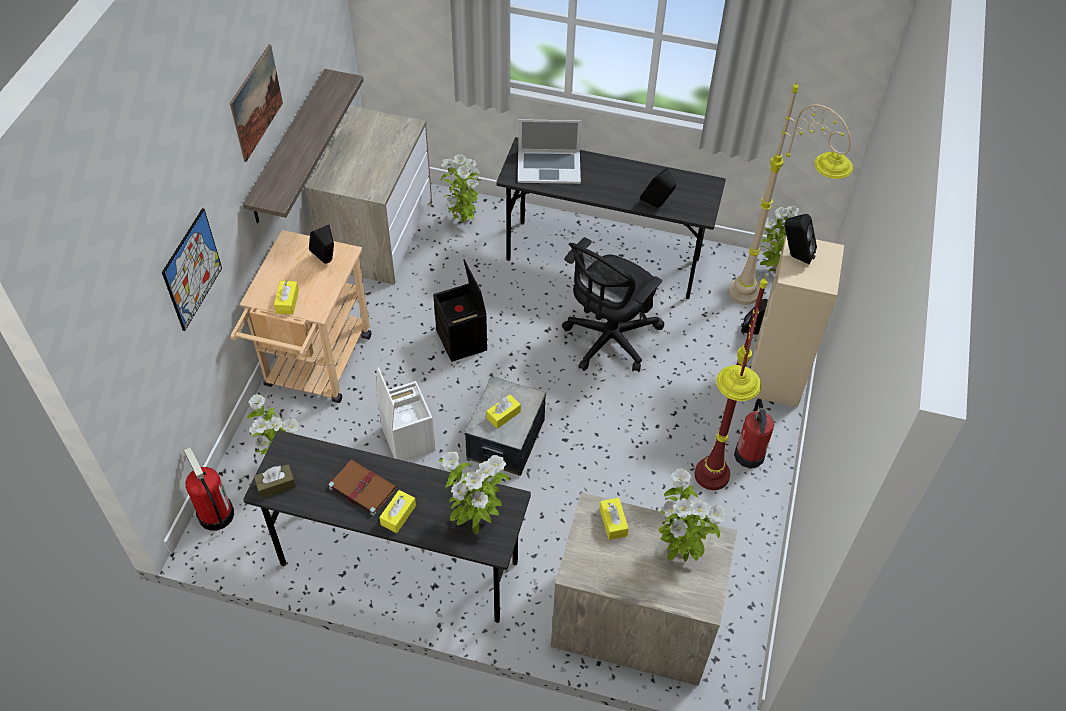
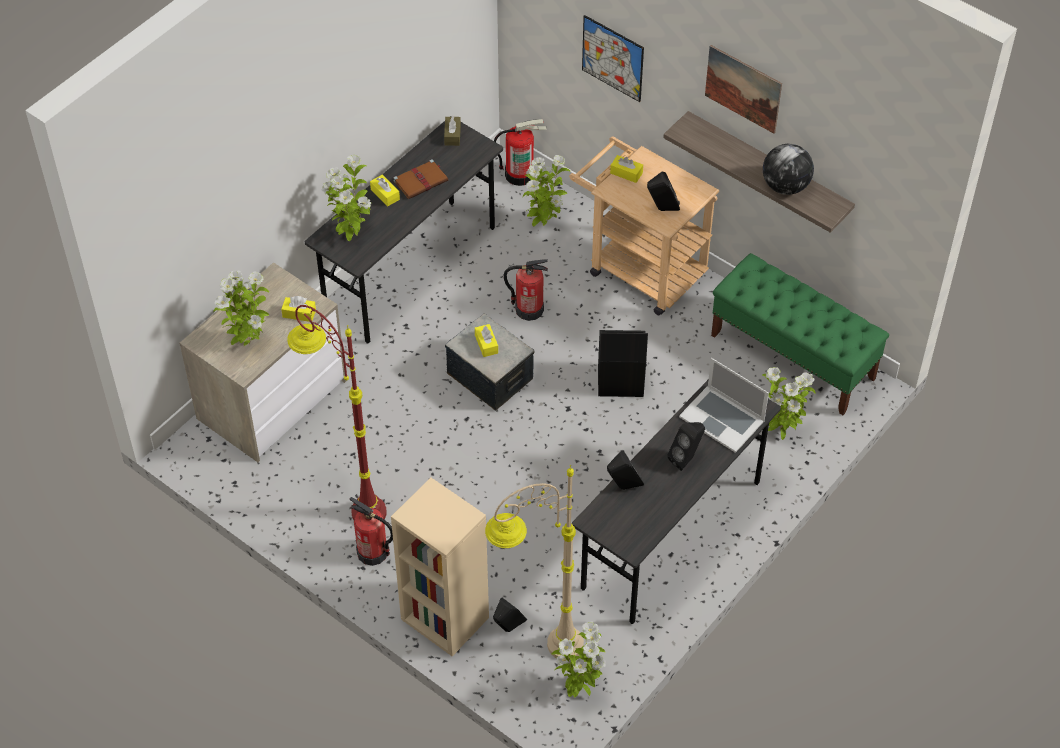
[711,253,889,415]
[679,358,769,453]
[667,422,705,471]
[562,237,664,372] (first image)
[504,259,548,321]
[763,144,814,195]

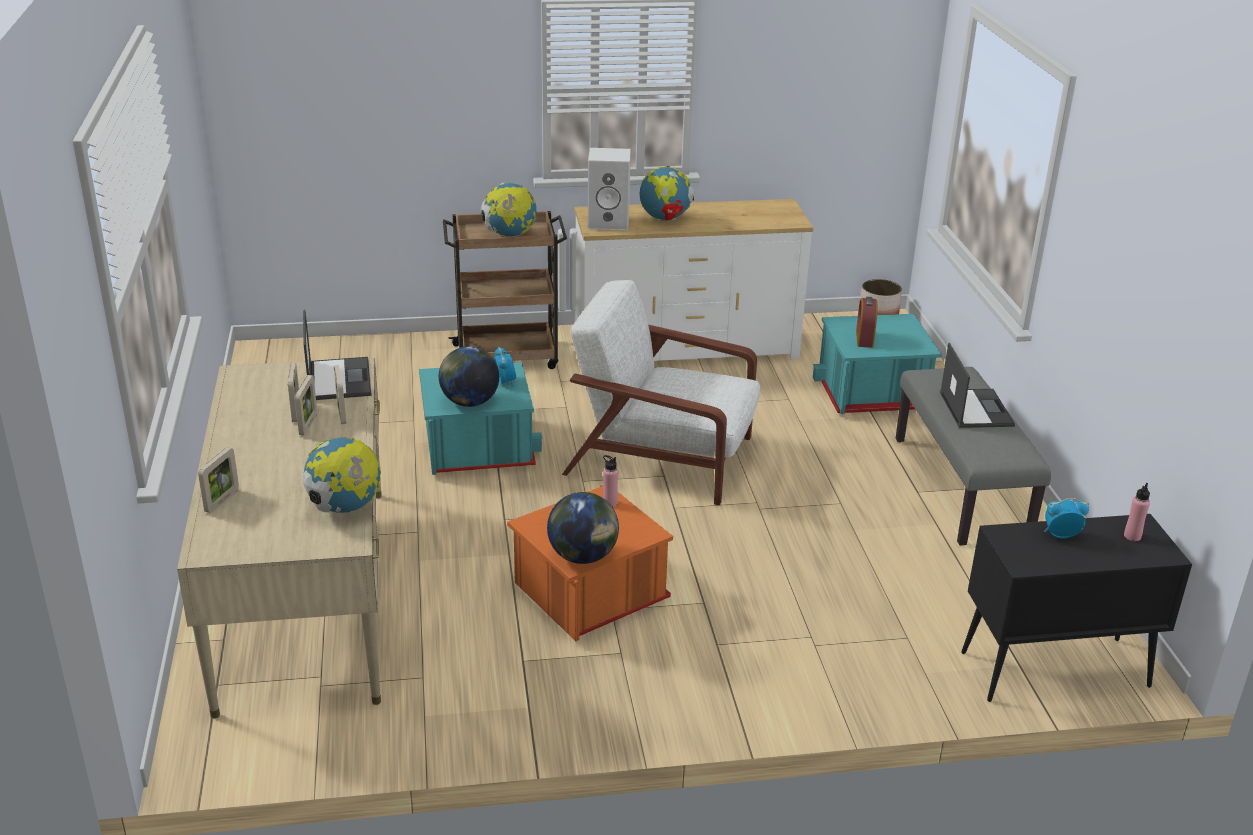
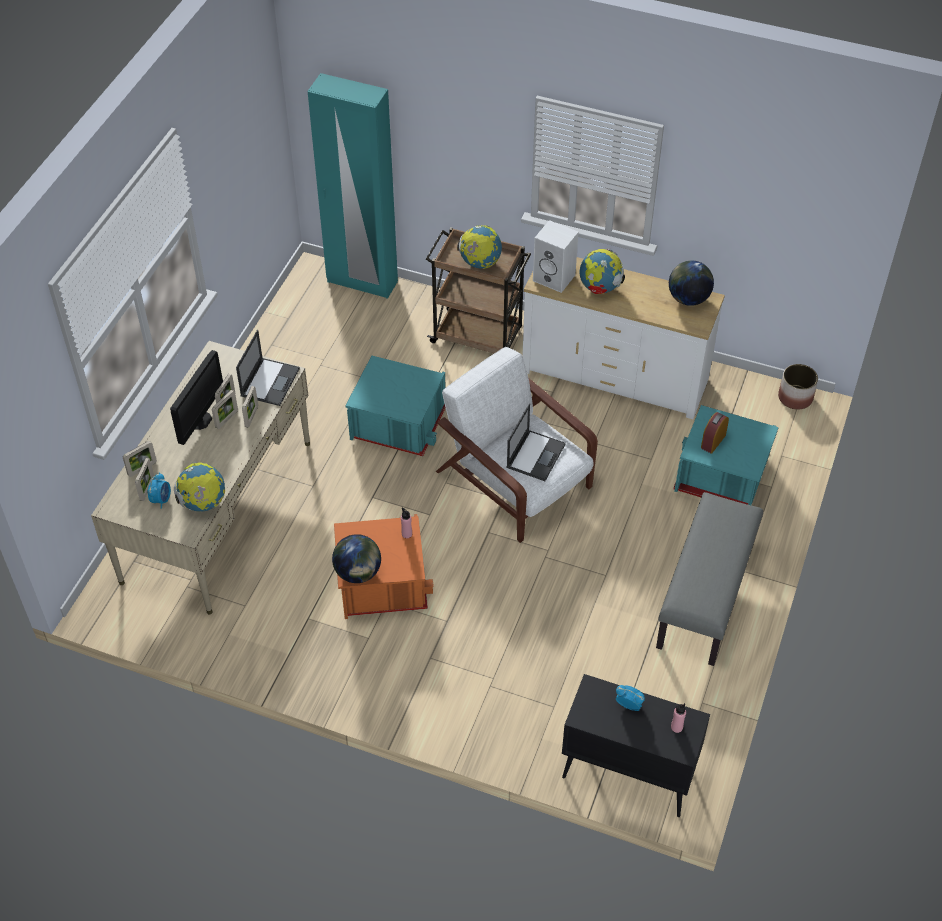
[506,403,566,481]
[669,260,714,306]
[147,473,171,509]
[308,73,398,299]
[170,350,223,445]
[135,458,154,501]

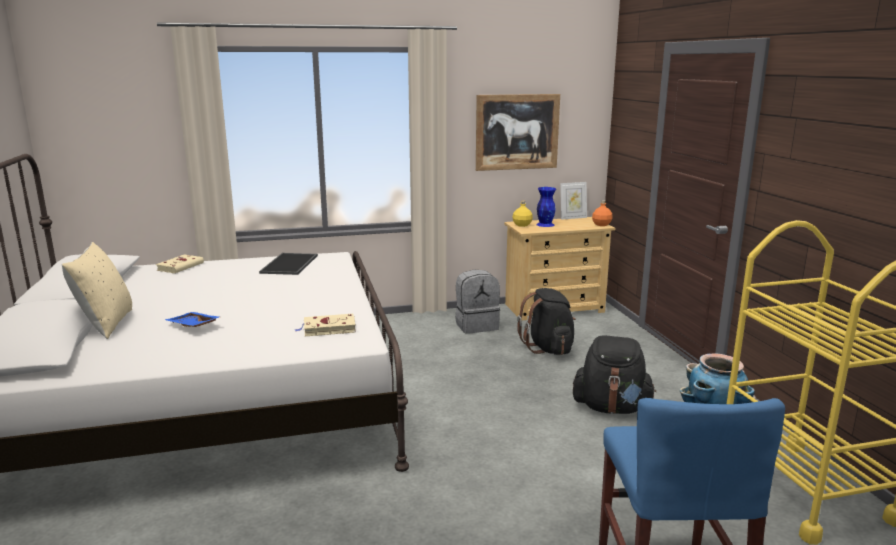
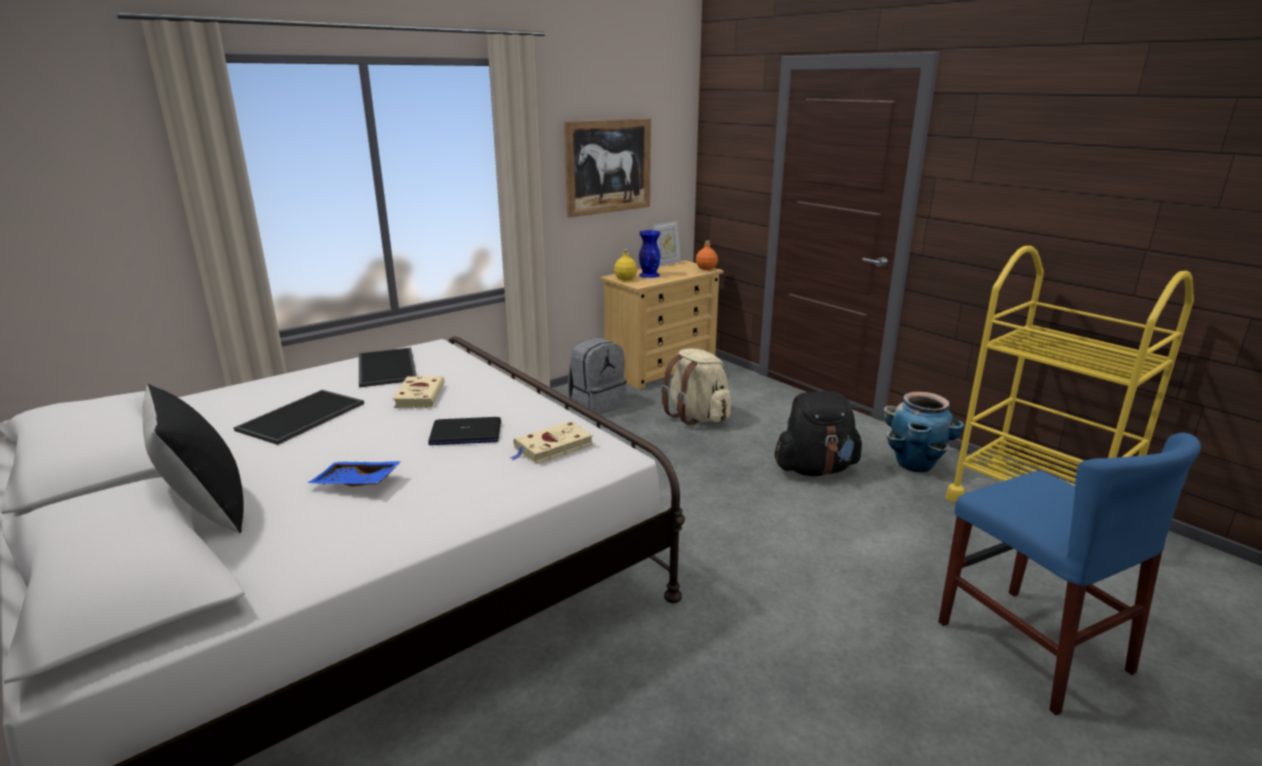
[143,384,244,534]
[393,376,445,408]
[661,348,731,425]
[234,390,364,445]
[428,417,501,445]

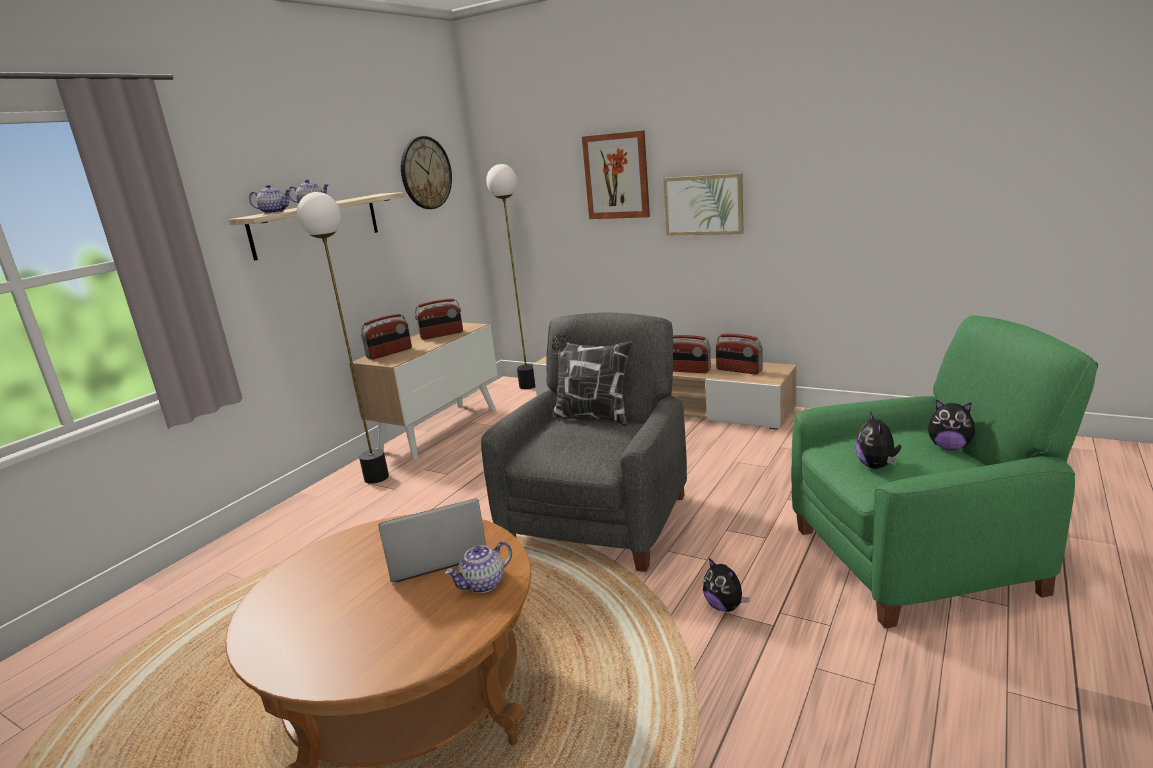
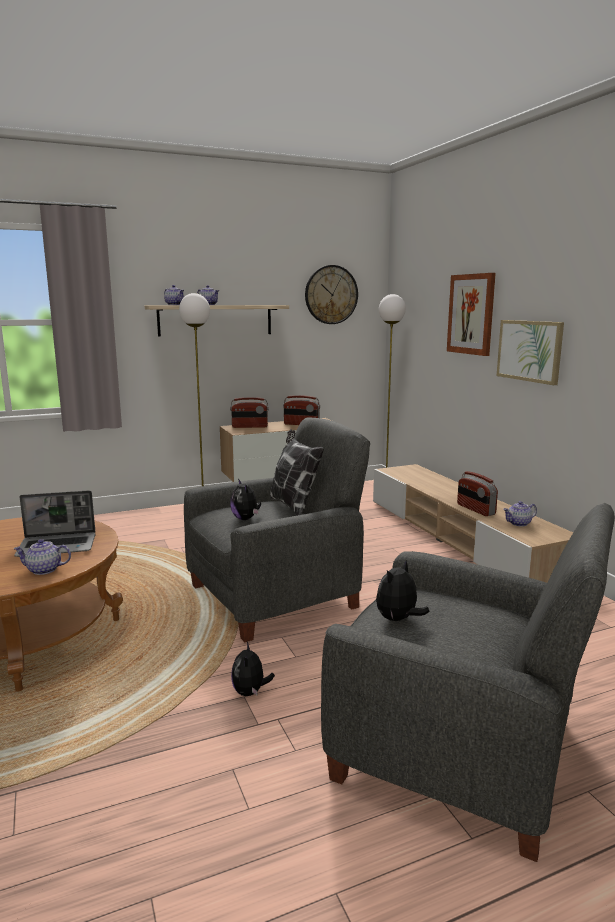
[321,503,615,862]
[503,501,537,527]
[230,479,261,520]
[14,490,96,557]

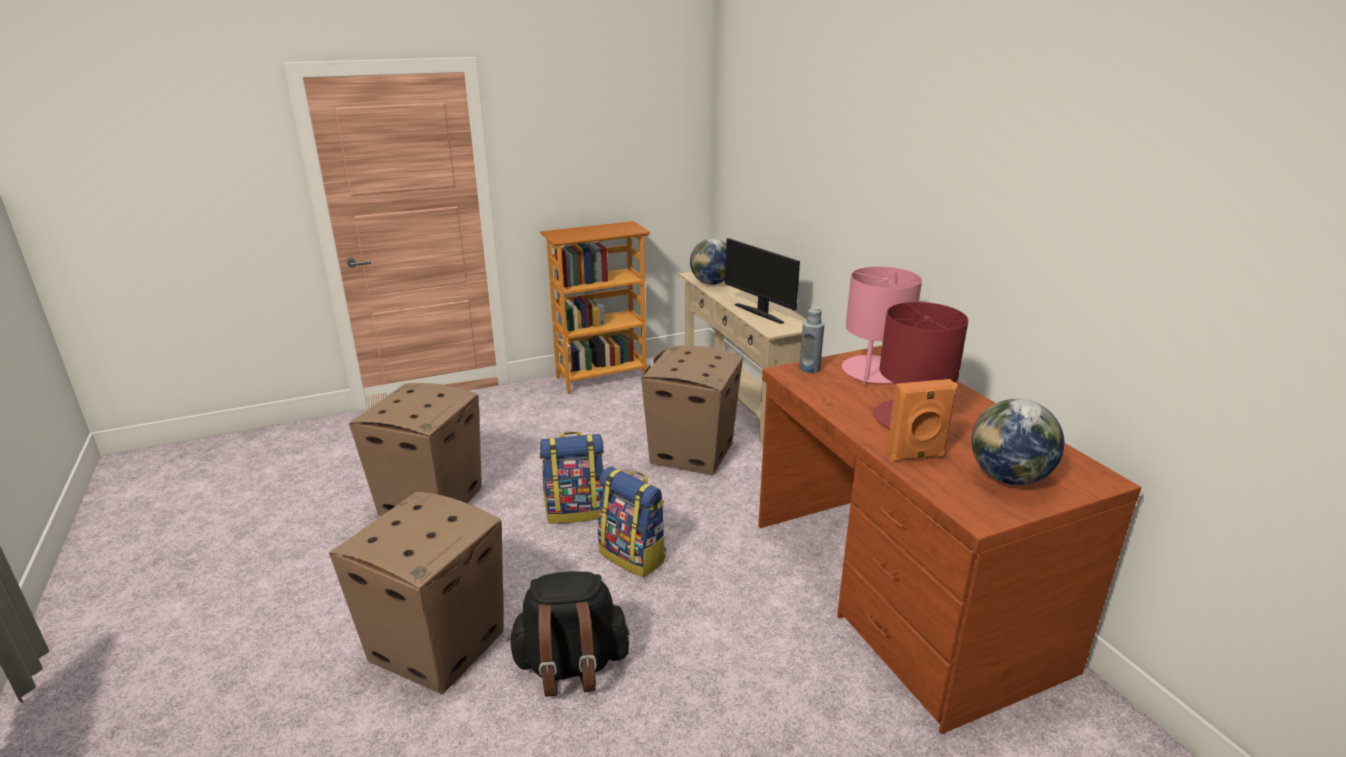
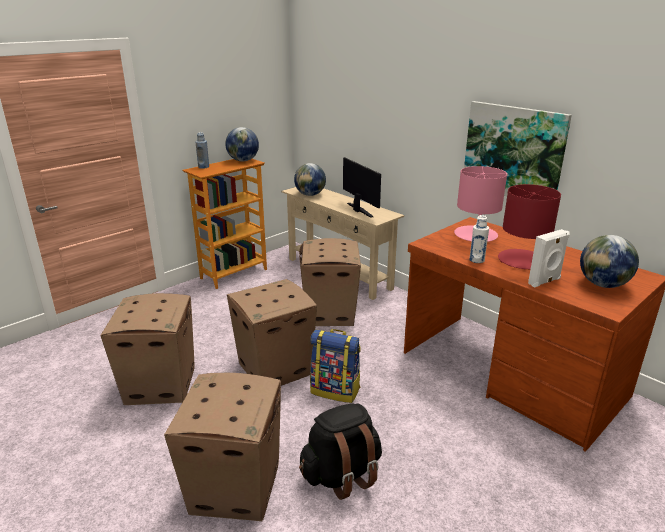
[343,157,381,218]
[196,132,209,169]
[528,229,570,288]
[227,279,317,386]
[464,101,572,196]
[225,127,259,161]
[469,215,489,263]

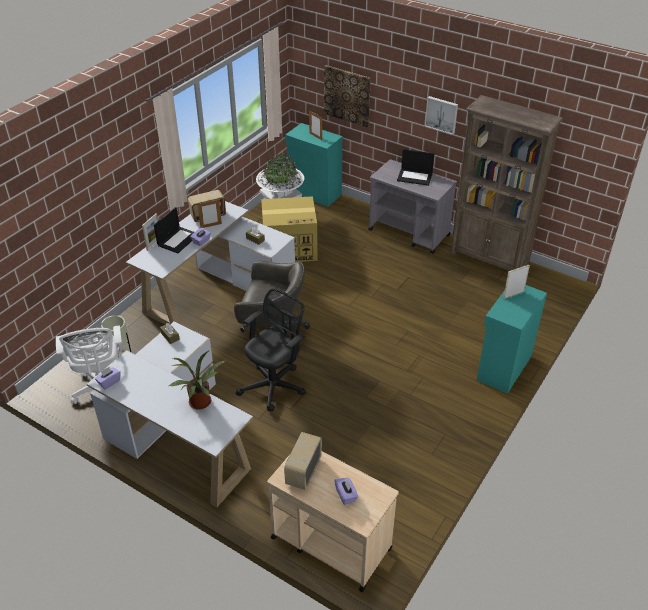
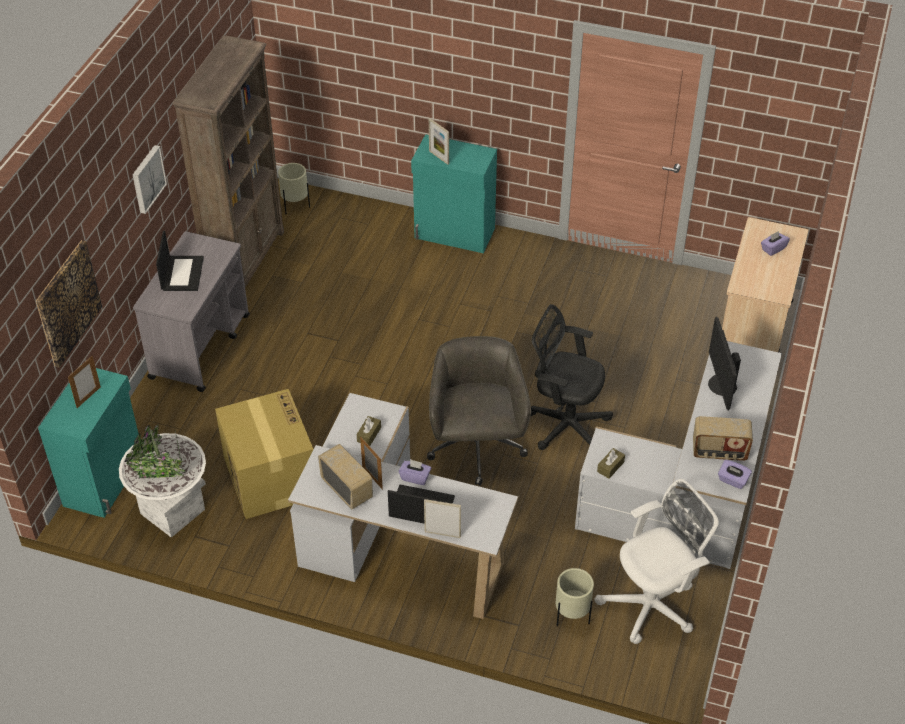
[708,317,741,411]
[693,416,753,461]
[278,163,310,214]

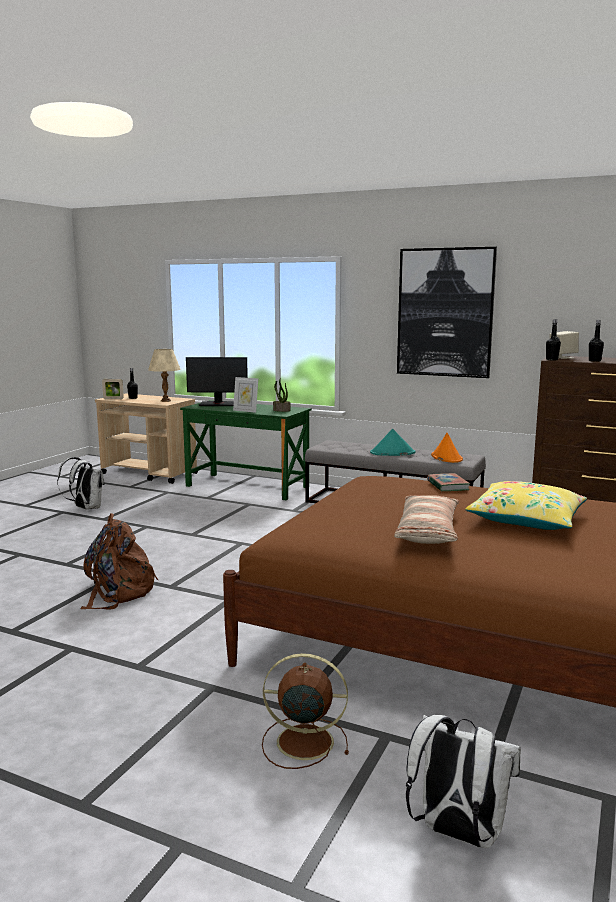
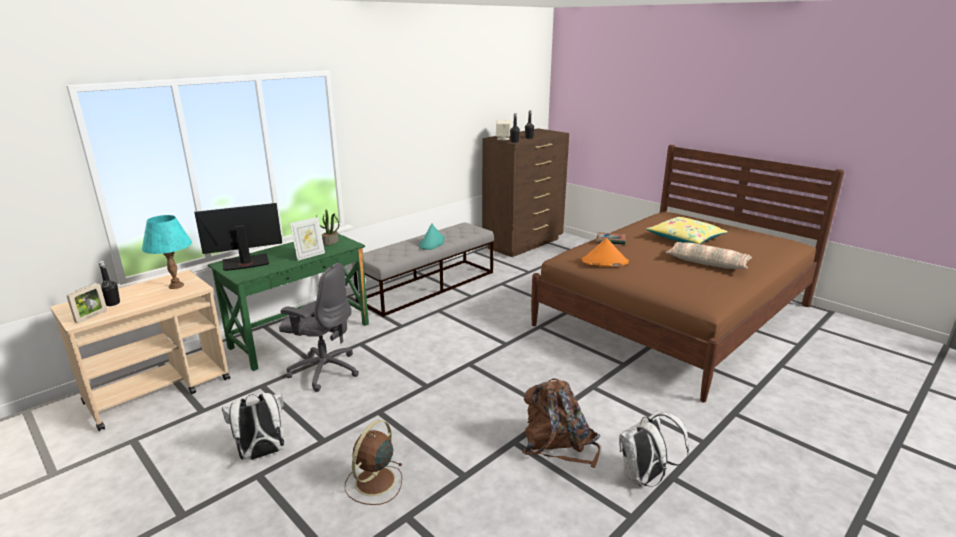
[397,247,497,378] (first image)
[142,215,192,289]
[194,203,282,271]
[582,238,629,267]
[345,420,403,505]
[619,411,689,487]
[279,263,359,392]

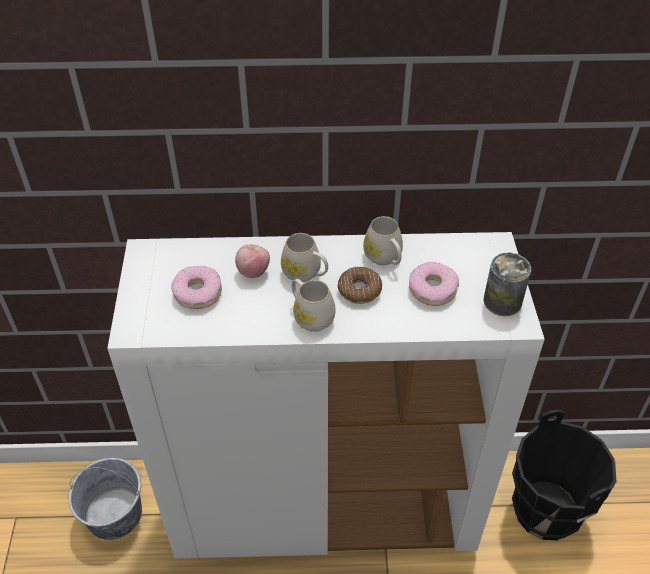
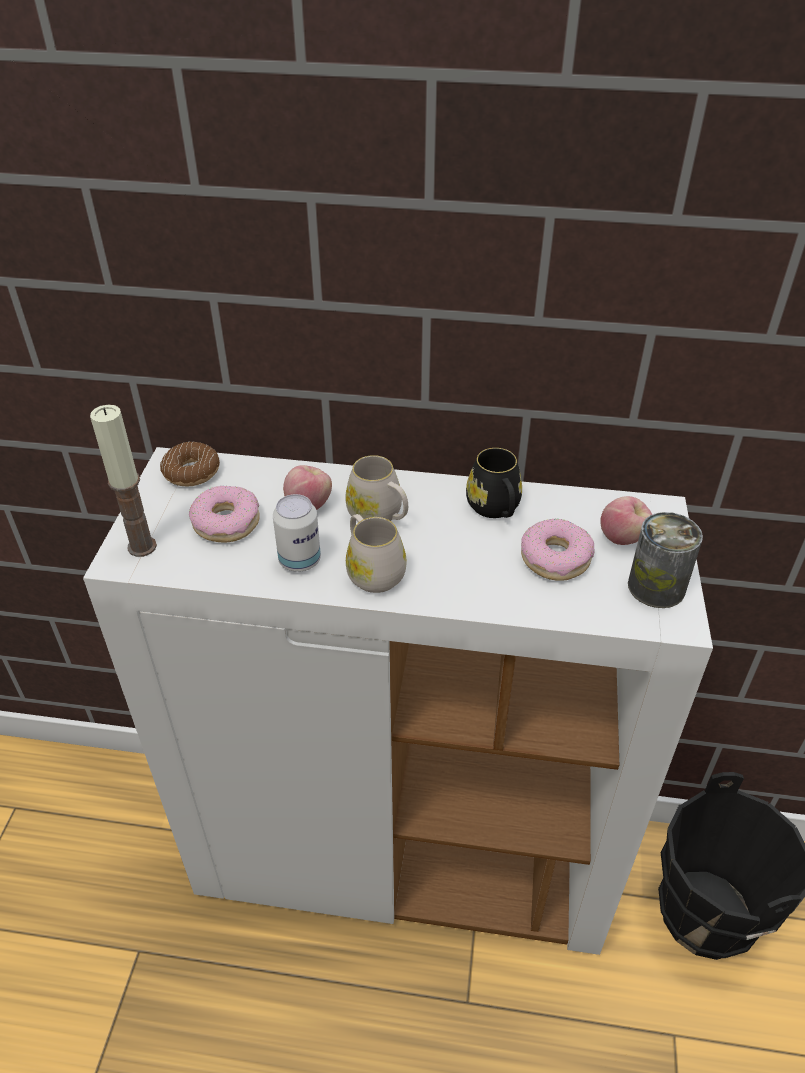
[466,448,522,518]
[160,442,220,487]
[68,458,142,540] (first image)
[90,405,157,557]
[273,494,321,572]
[600,496,652,545]

